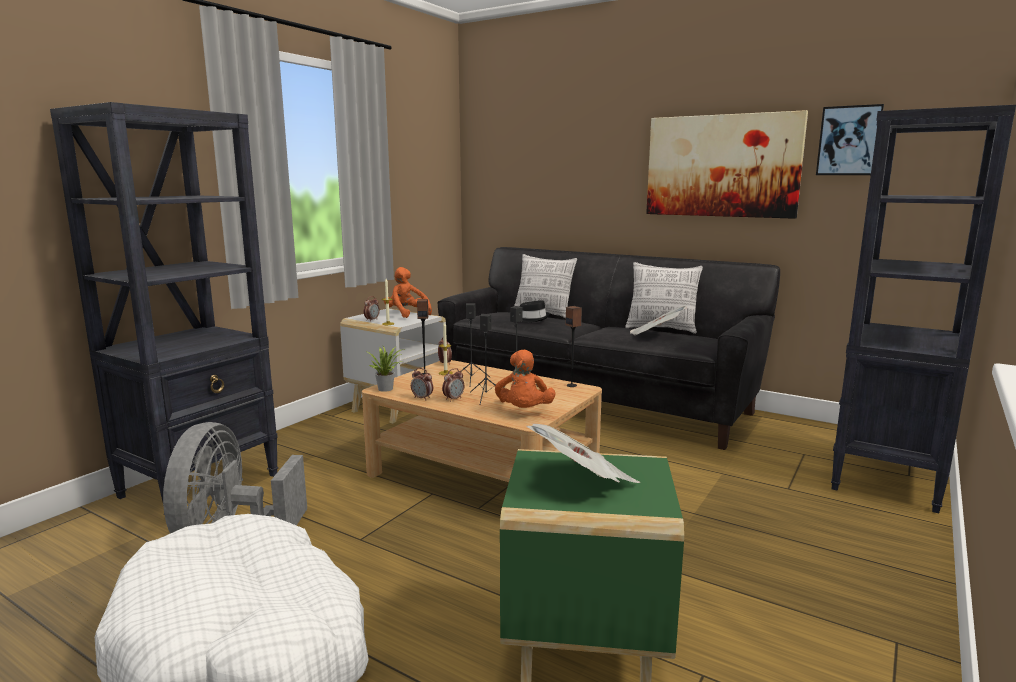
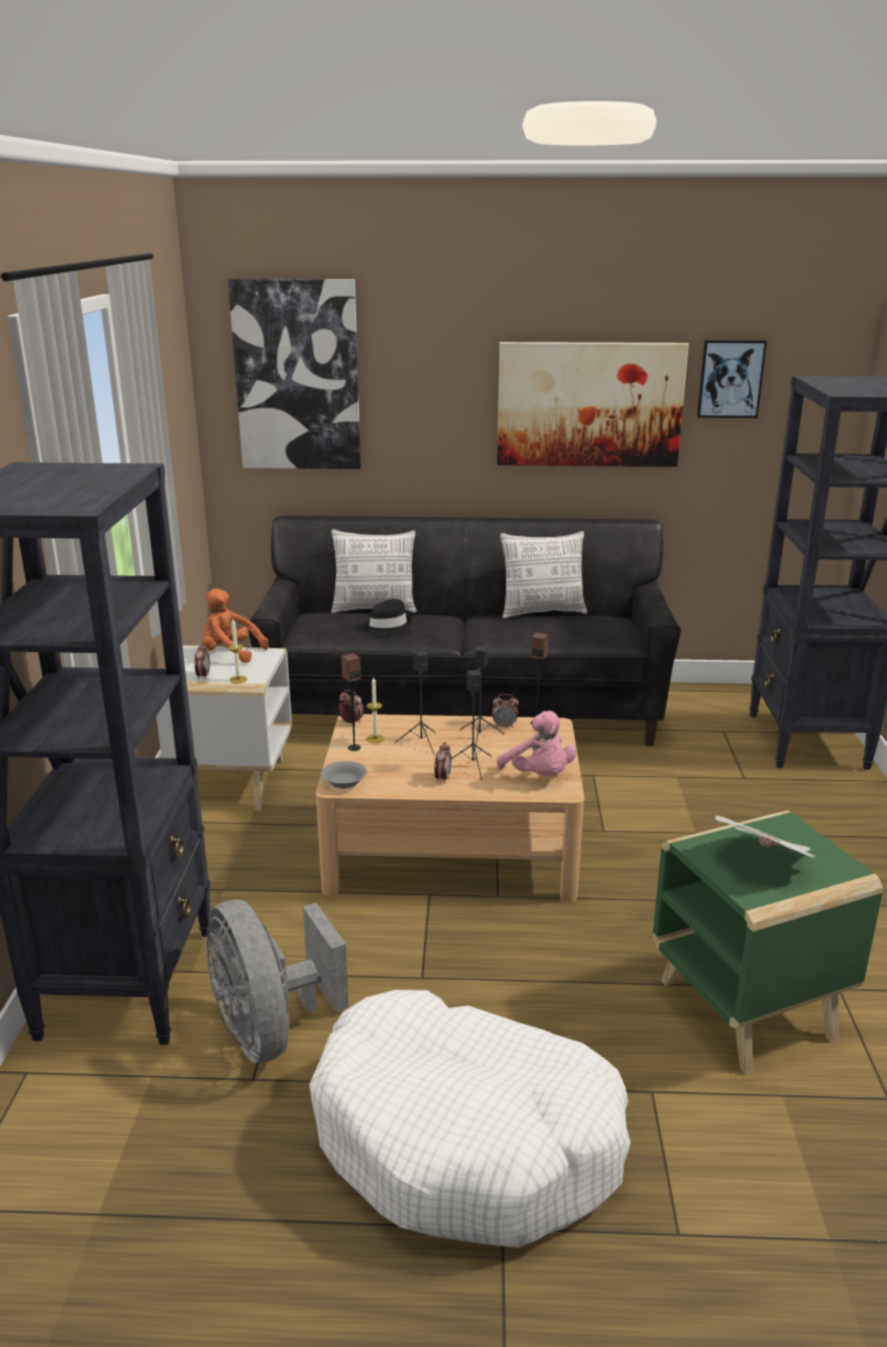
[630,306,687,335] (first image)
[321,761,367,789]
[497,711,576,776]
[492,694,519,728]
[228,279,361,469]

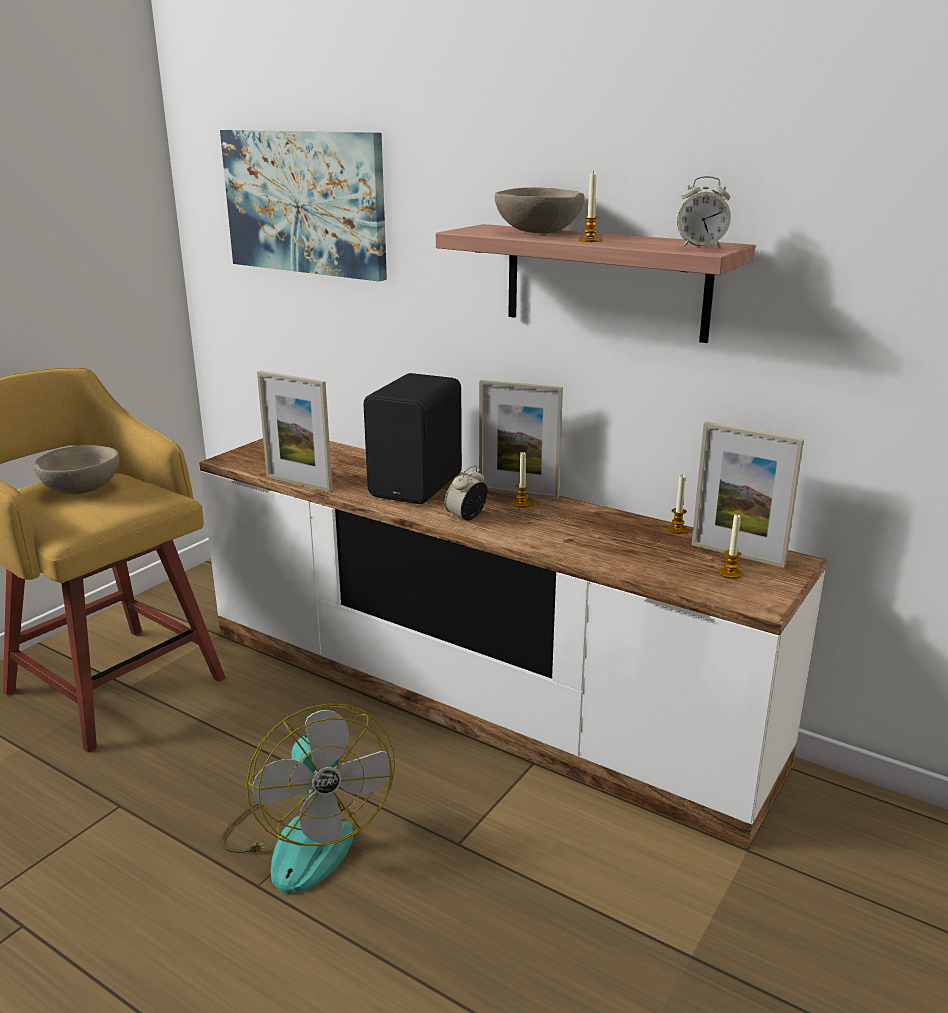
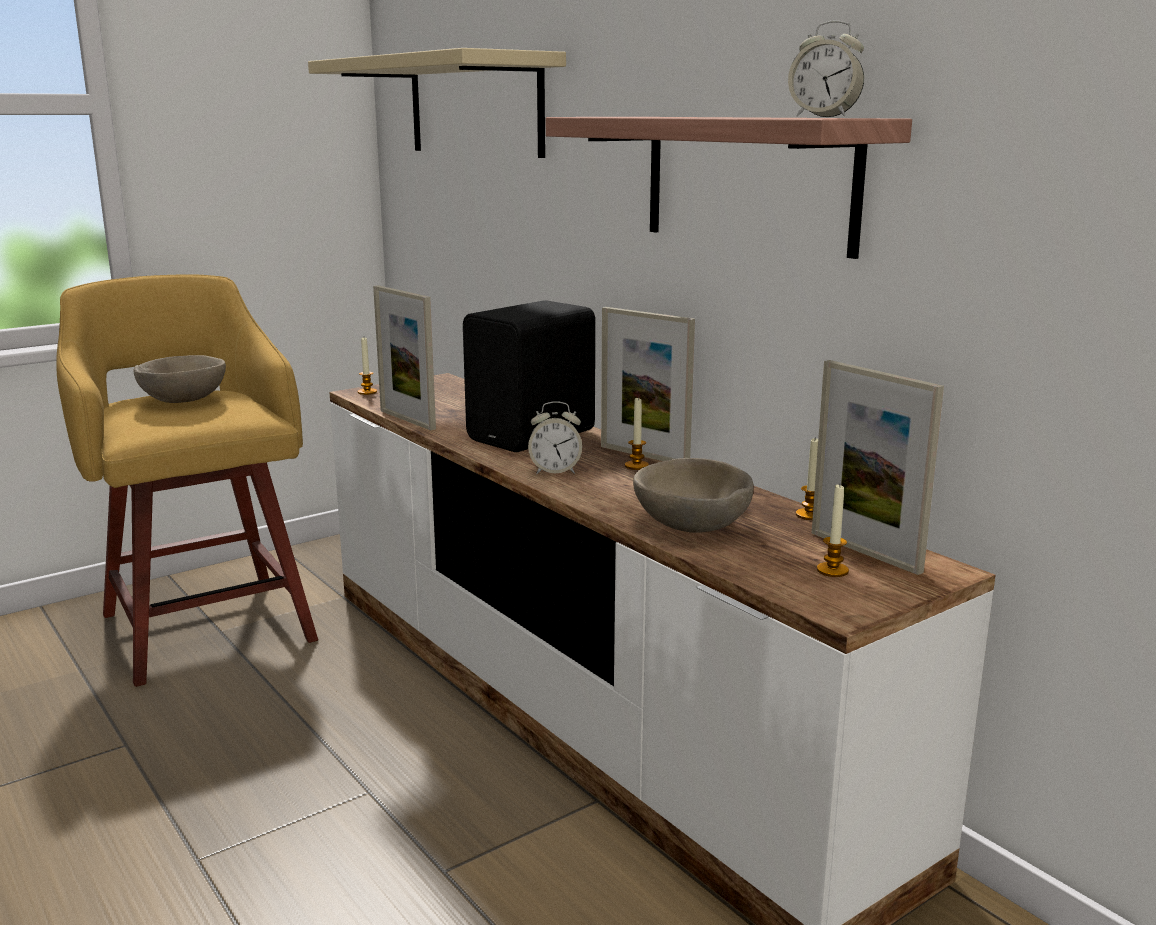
[308,48,566,158]
[358,337,377,395]
[633,458,754,533]
[528,401,582,474]
[219,703,395,894] (first image)

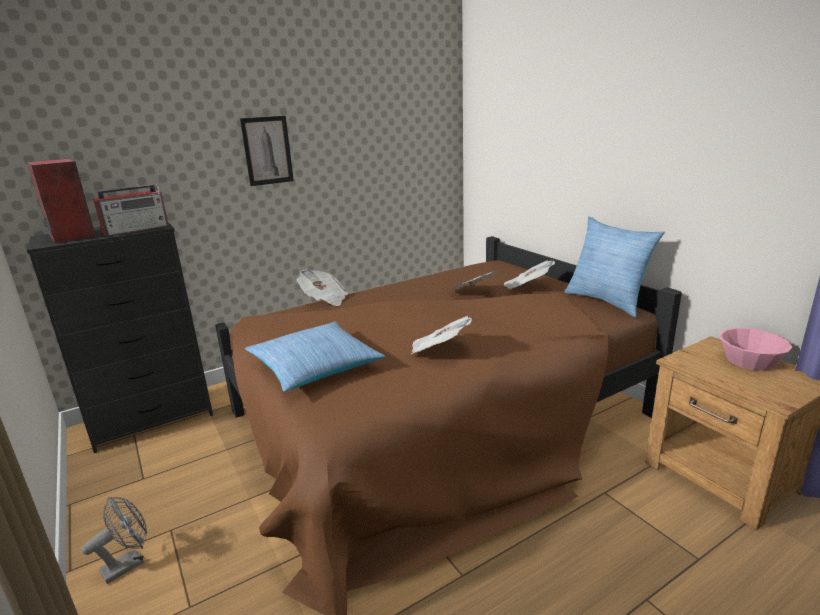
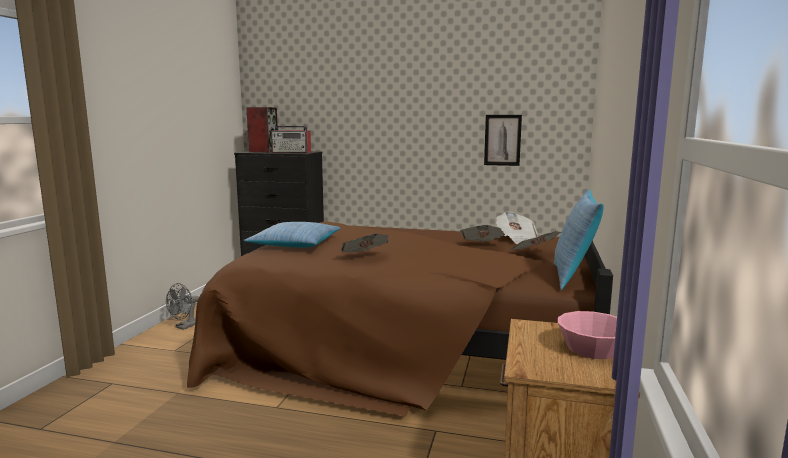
[484,115,522,166]
[496,212,538,244]
[166,283,199,330]

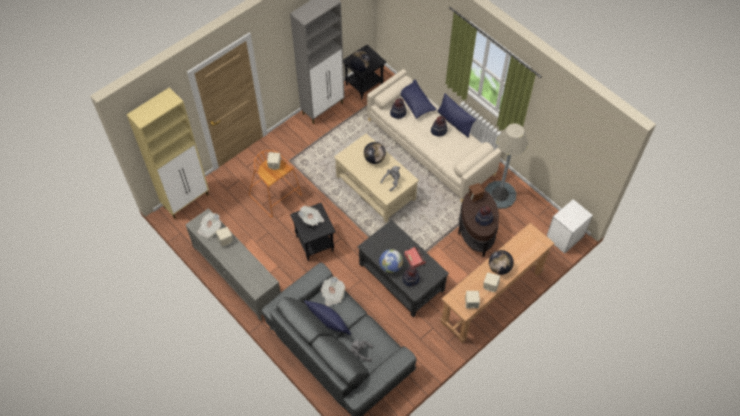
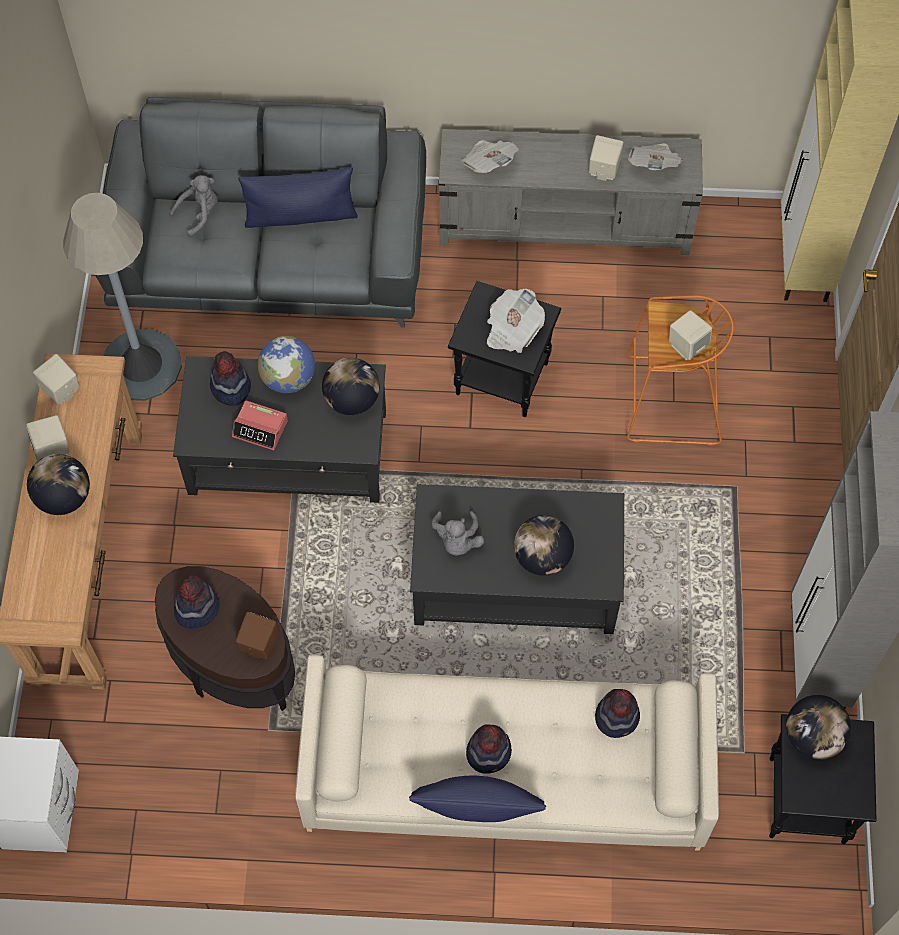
[401,79,437,119] (first image)
[63,193,182,401]
[410,484,624,634]
[461,140,519,173]
[322,358,380,415]

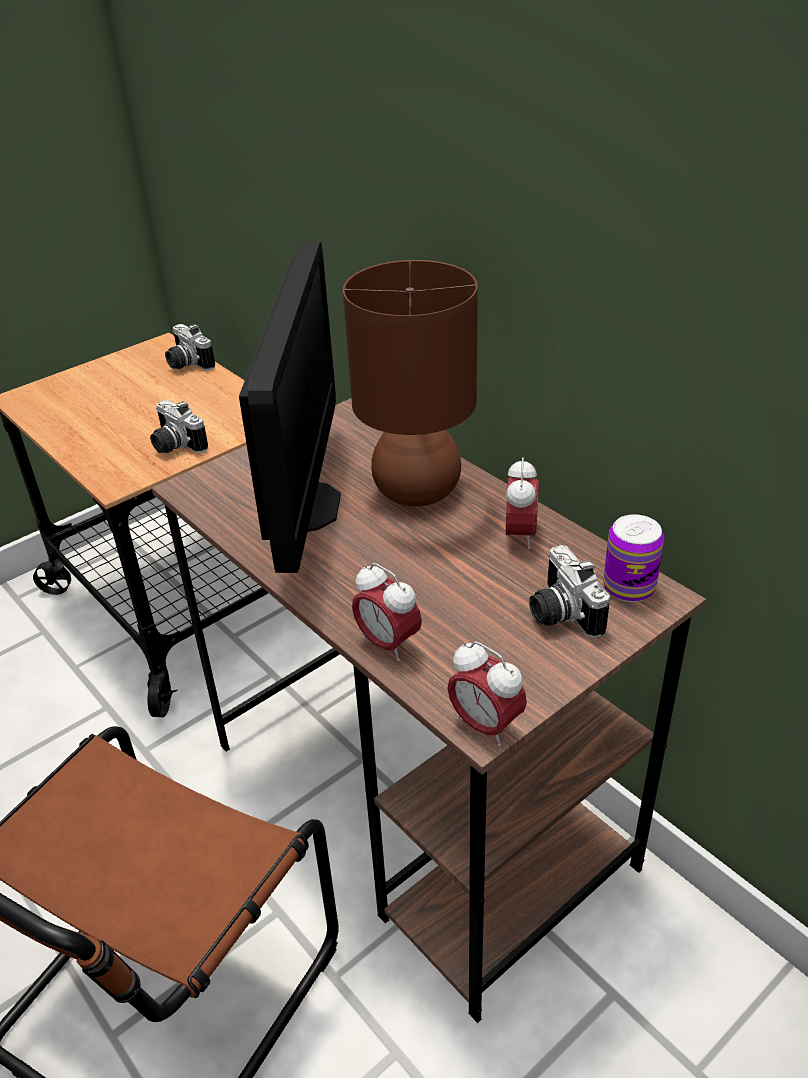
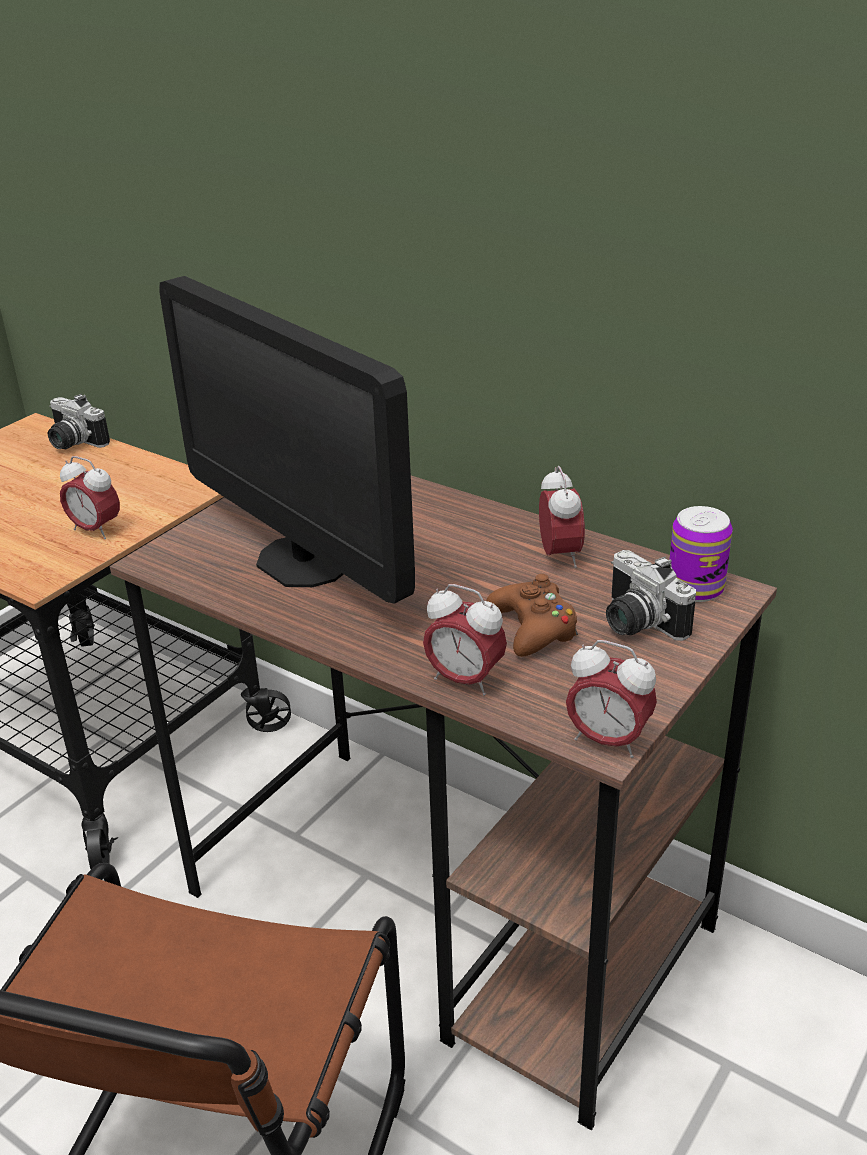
[160,276,415,604]
[343,260,478,506] (first image)
[60,456,120,539]
[486,574,578,657]

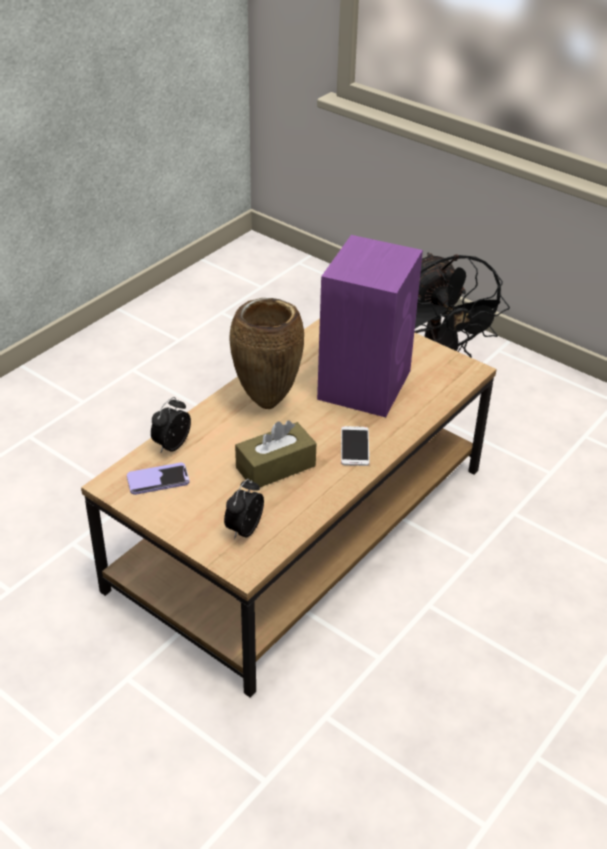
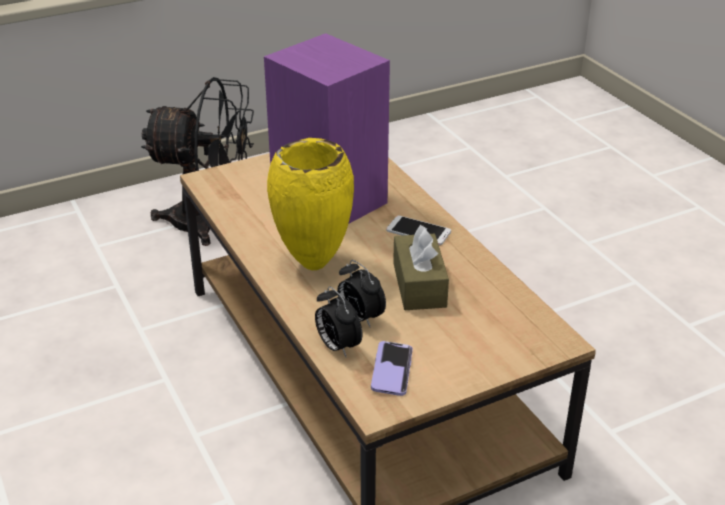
[267,138,354,270]
[337,260,386,328]

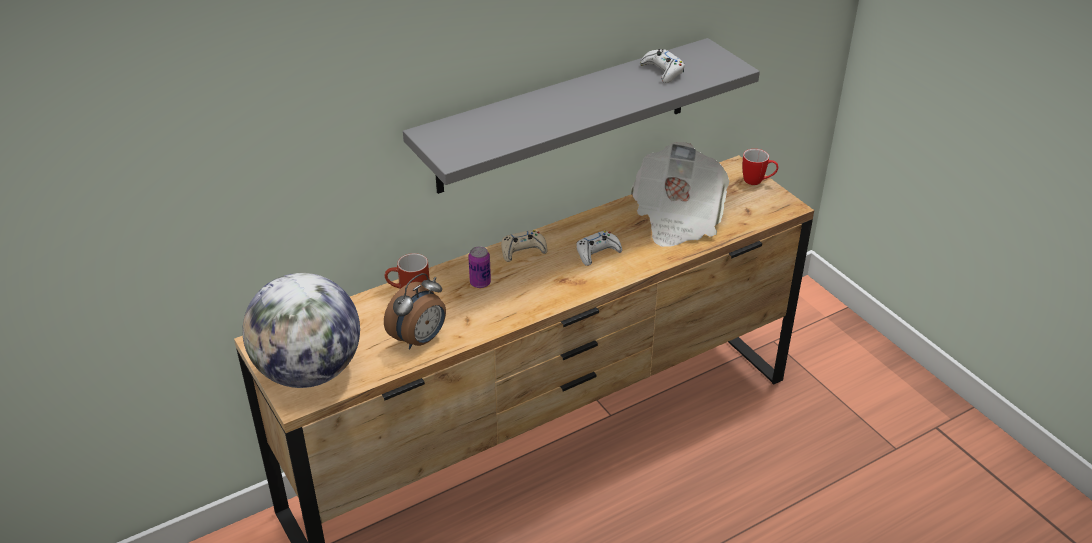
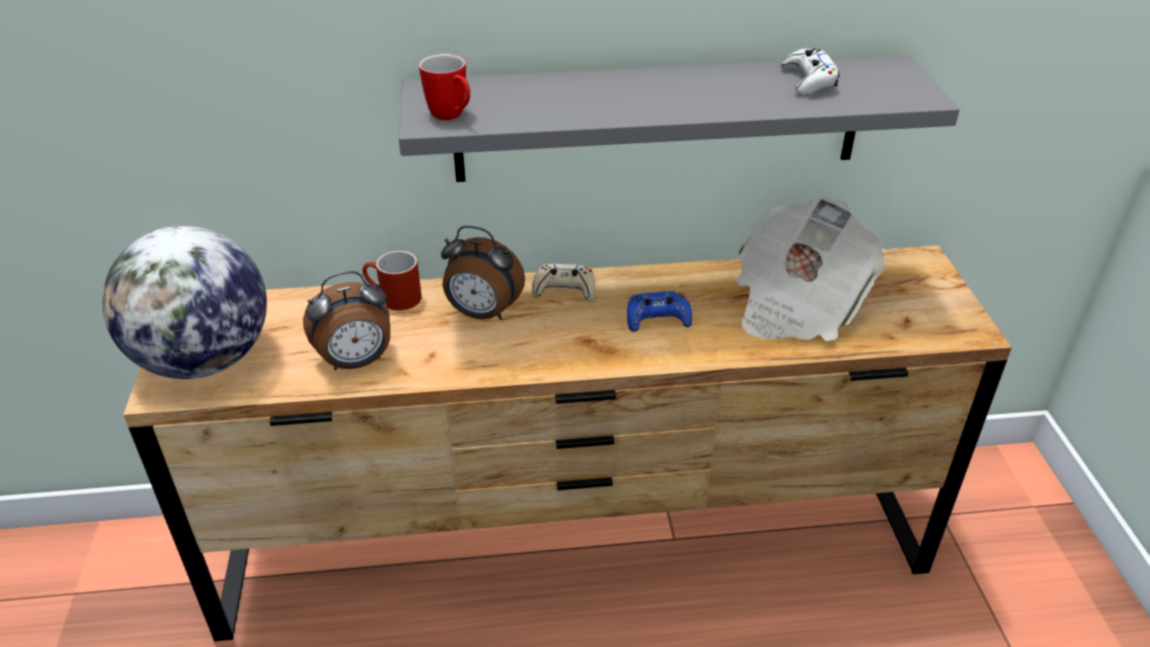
[419,54,470,120]
[627,291,692,332]
[441,226,525,320]

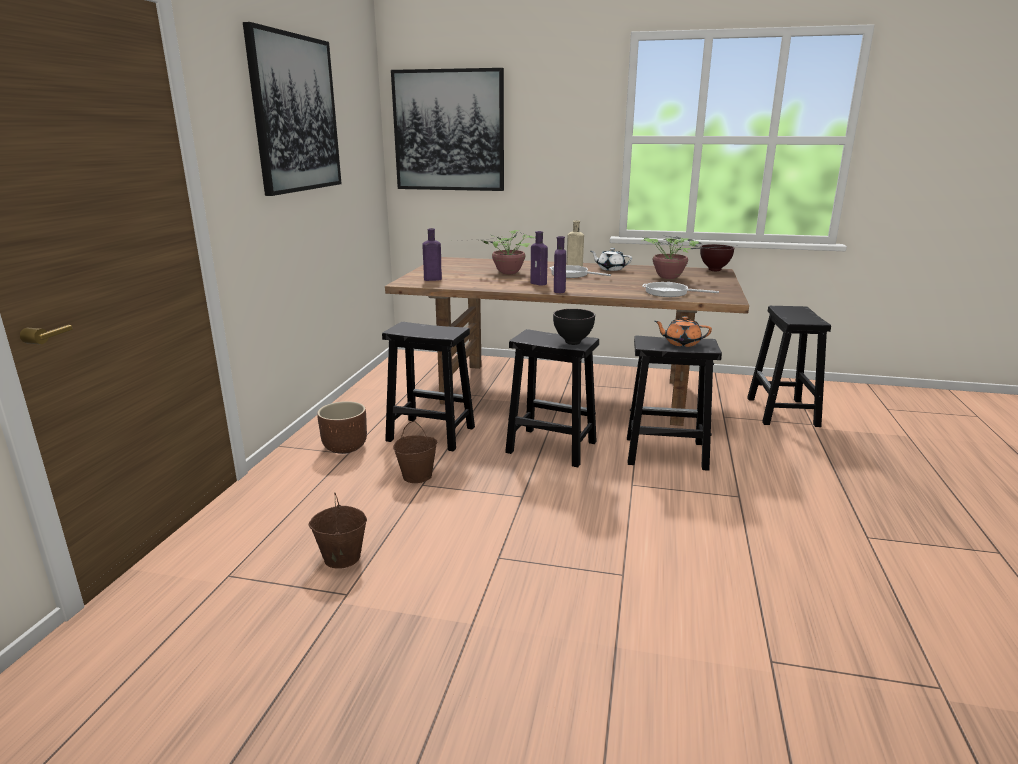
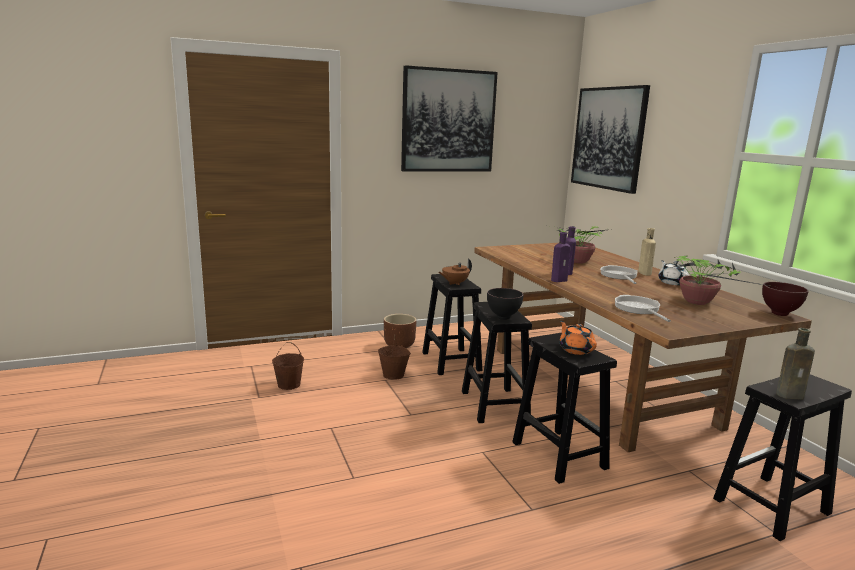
[422,228,442,281] (first image)
[439,259,472,285]
[776,328,815,400]

